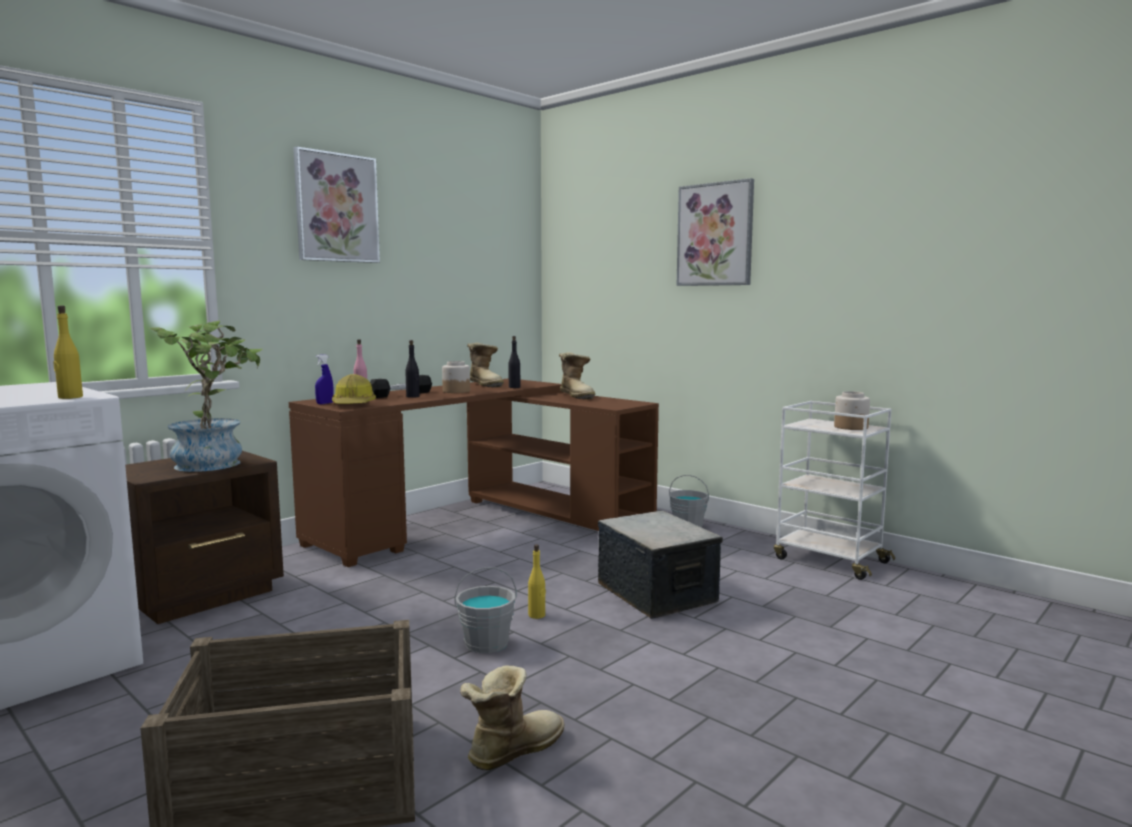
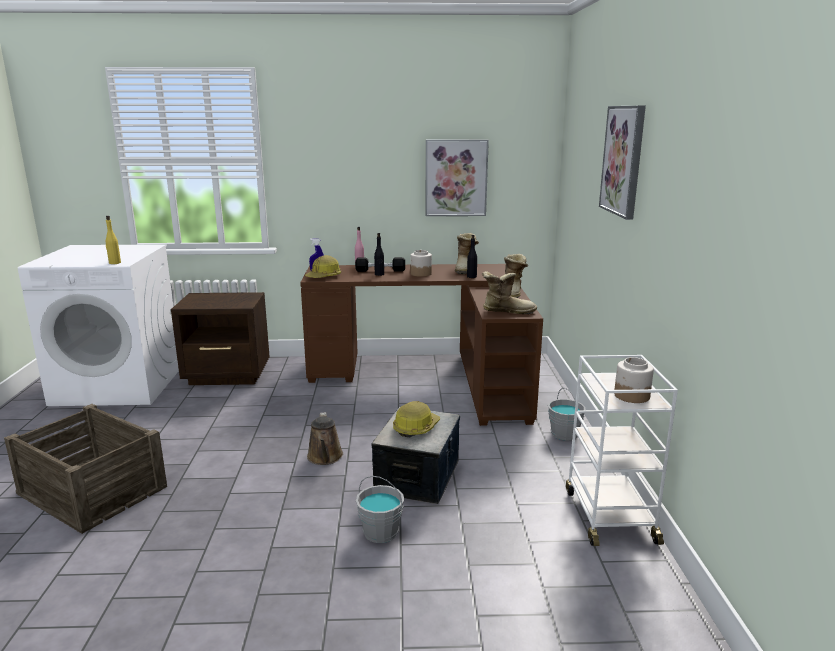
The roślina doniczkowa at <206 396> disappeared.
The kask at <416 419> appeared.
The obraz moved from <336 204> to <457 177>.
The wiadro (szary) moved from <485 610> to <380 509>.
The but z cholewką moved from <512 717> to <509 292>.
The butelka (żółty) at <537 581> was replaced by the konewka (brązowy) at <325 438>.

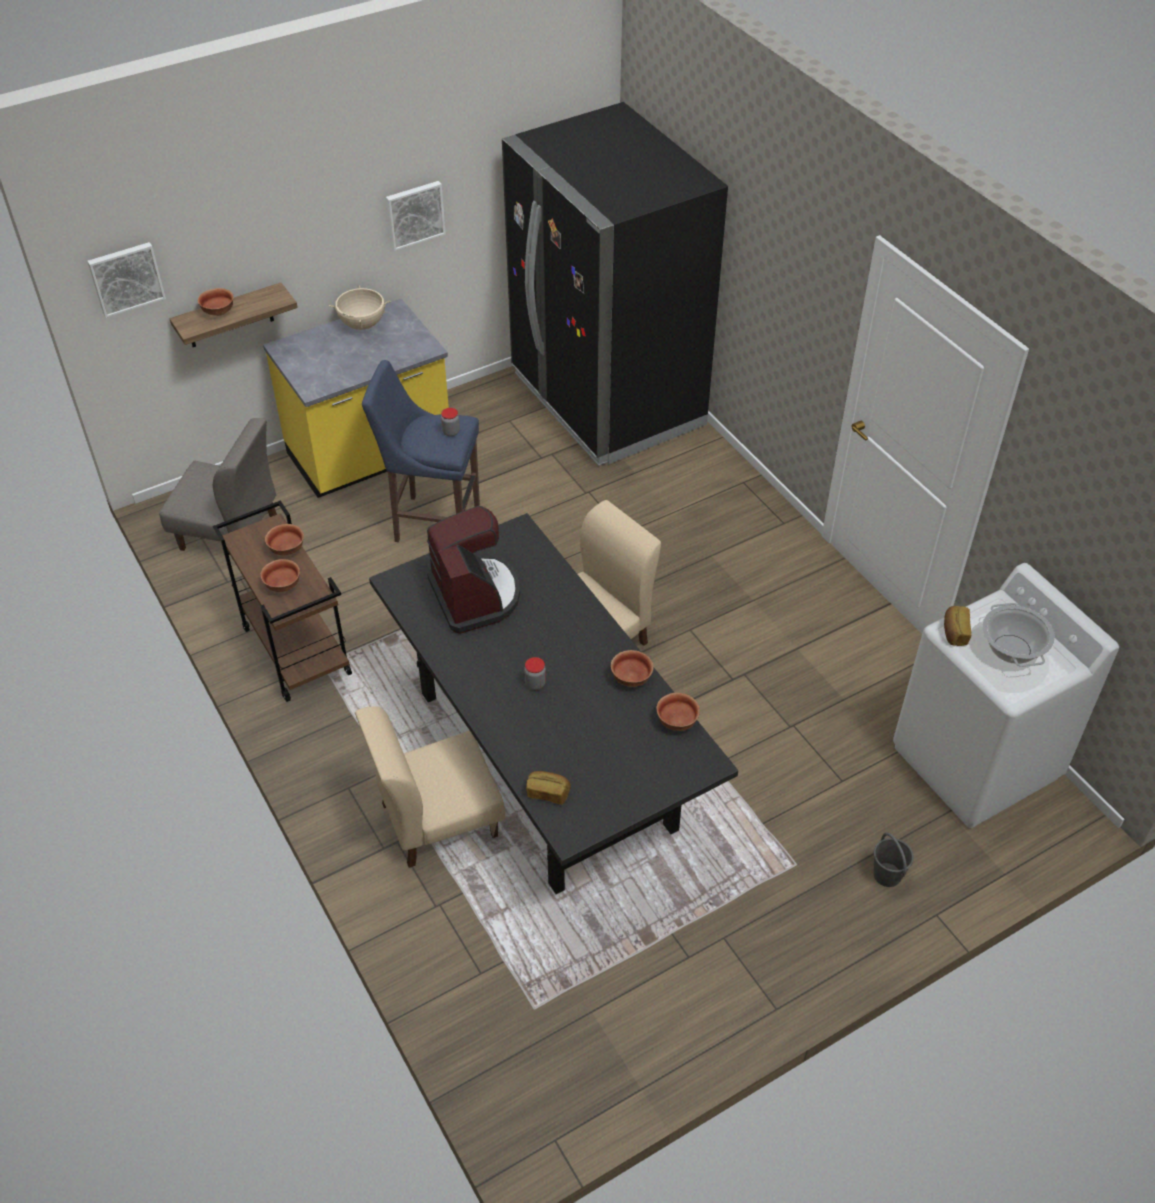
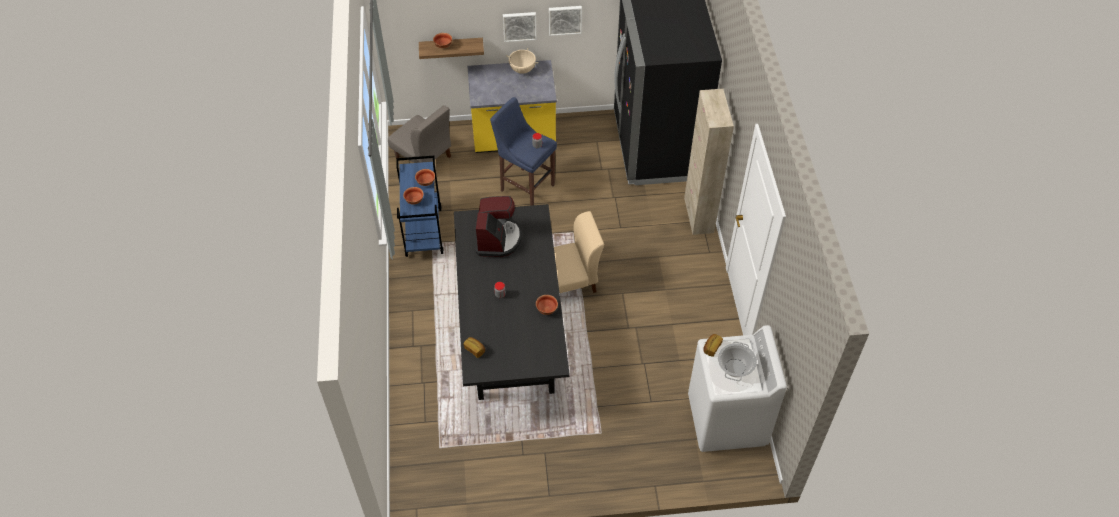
The krzesło (beżowy) at <430 787> disappeared.
The miska at <678 712> disappeared.
The wiadro (szary) at <894 859> disappeared.
The szafka (beżowy) at <709 162> appeared.
The obraz moved from <126 280> to <519 27>.
The wózek (brązowy) at <282 601> became the wózek (niebieski) at <420 206>.

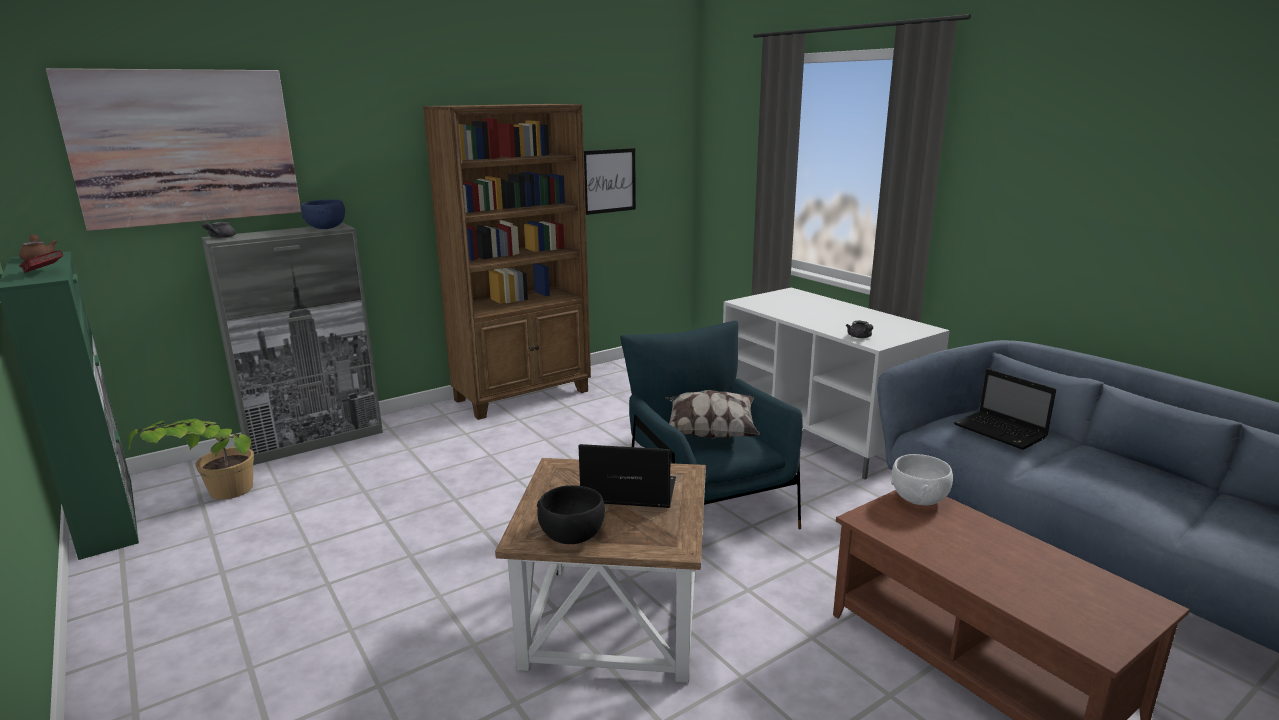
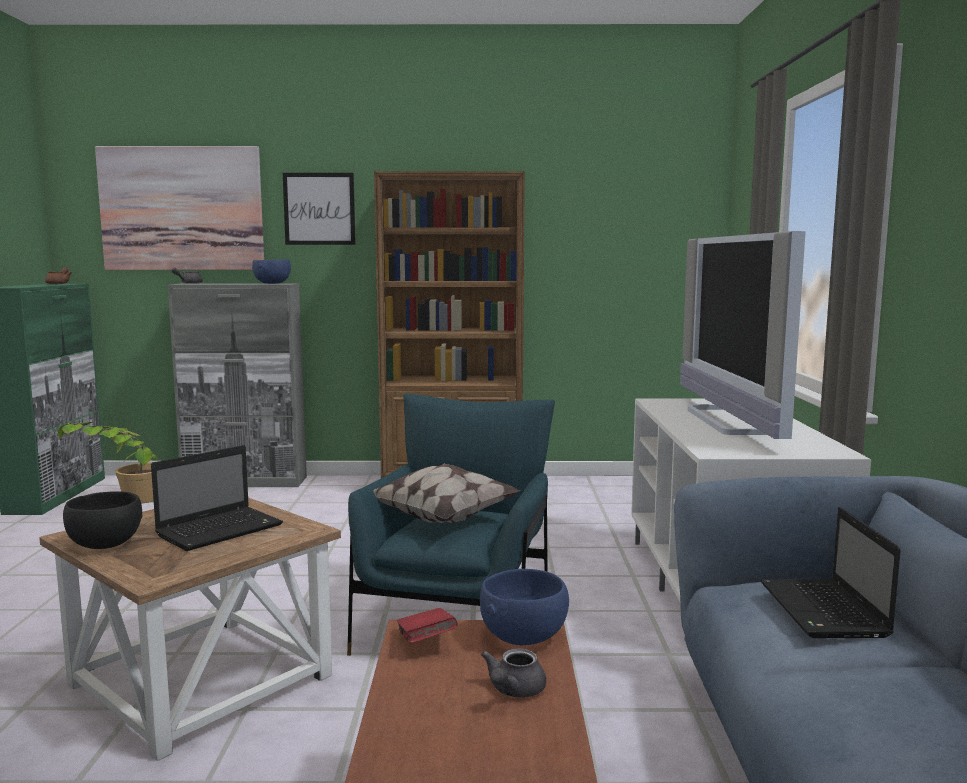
The telewizor at <743 335> appeared.
The książka (czerwony) moved from <41 261> to <427 626>.
The obraz moved from <610 181> to <319 209>.
The imbryk (szary) moved from <859 329> to <513 673>.
The miska (biały) at <921 480> became the miska (niebieski) at <524 607>.
The laptop at <627 476> turned 90 degrees clockwise.

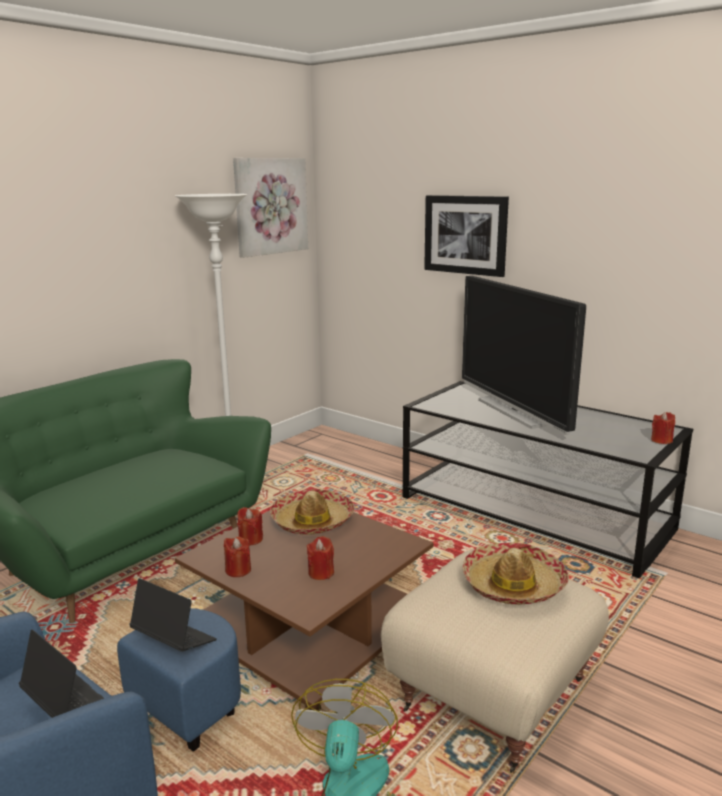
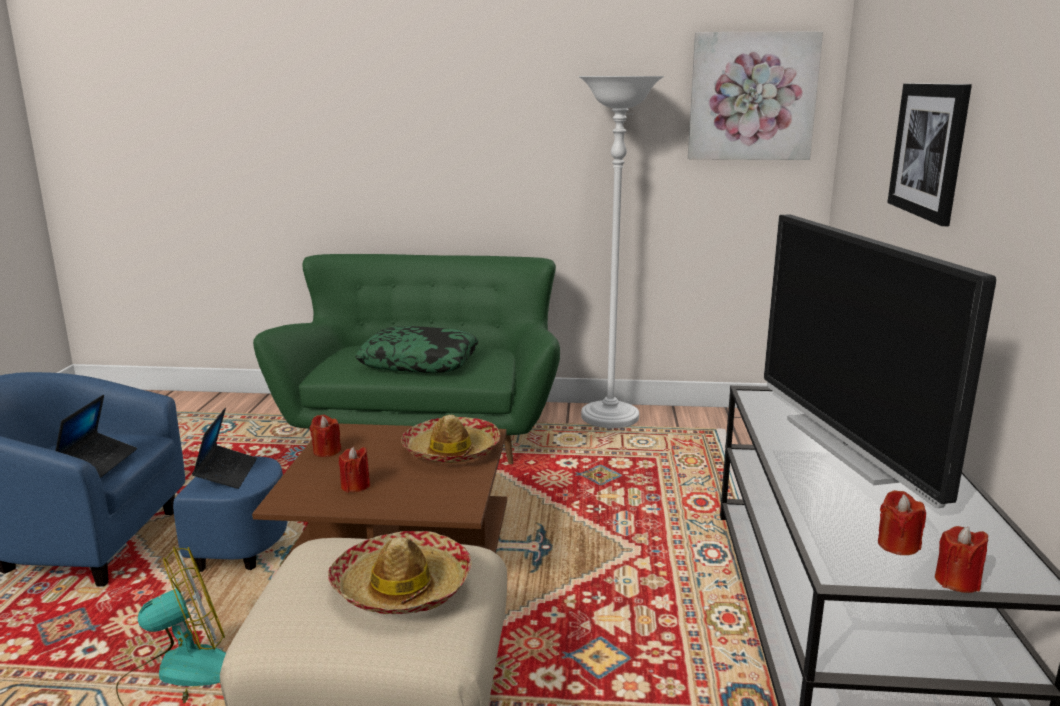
The poduszka at <417 349> appeared.
The świeca (czerwony) moved from <250 526> to <902 522>.
The telewizor at <524 355> turned 45 degrees counterclockwise.

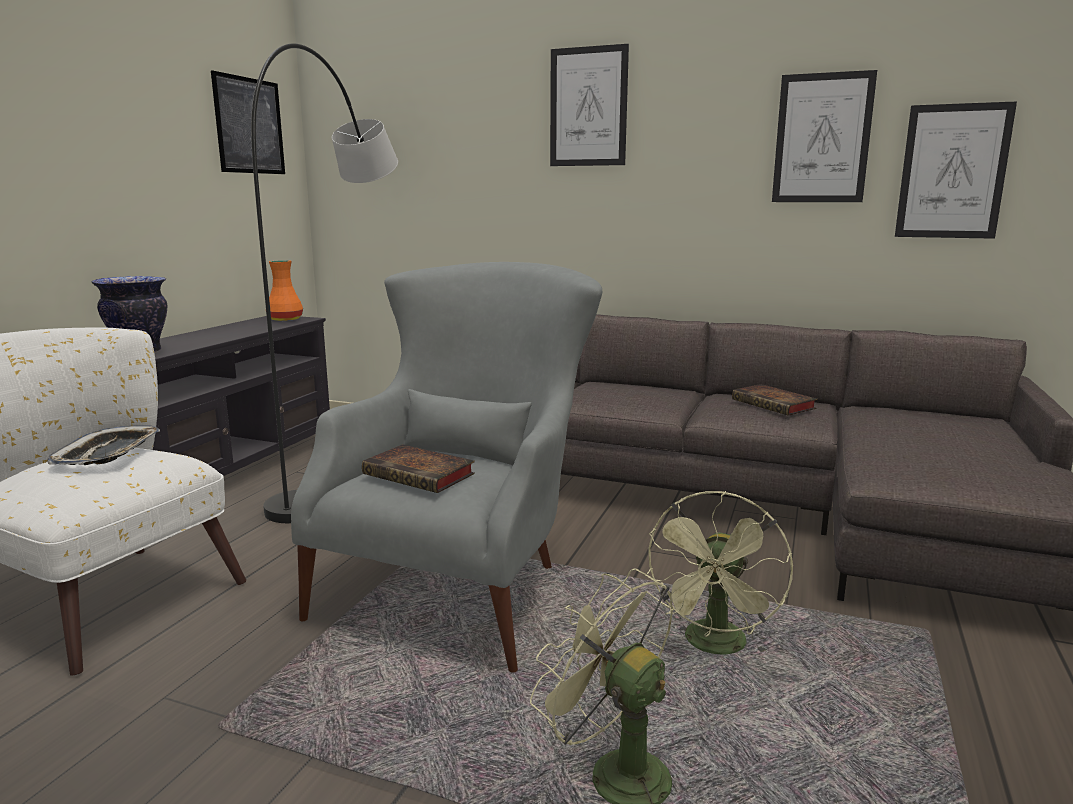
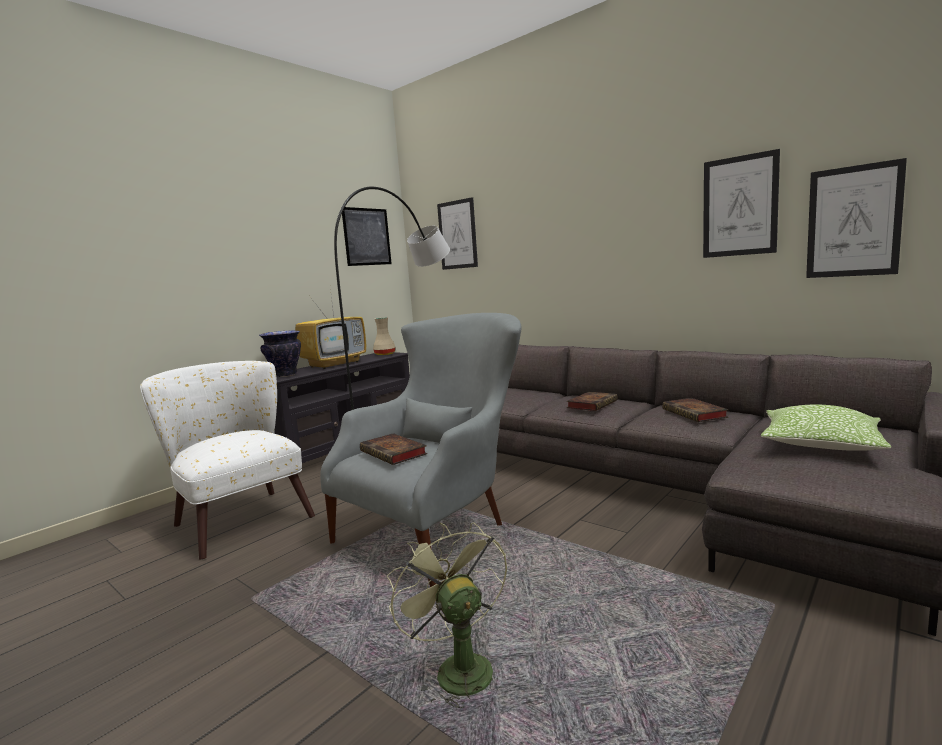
The taca at <104 445> disappeared.
The wentylator (zielony) at <719 573> disappeared.
The telewizor at <330 332> appeared.
The książka at <592 401> appeared.
The poduszka at <826 428> appeared.
The obraz moved from <589 105> to <457 233>.
The wazon (pomarańczowy) at <286 290> became the wazon (beżowy) at <384 336>.

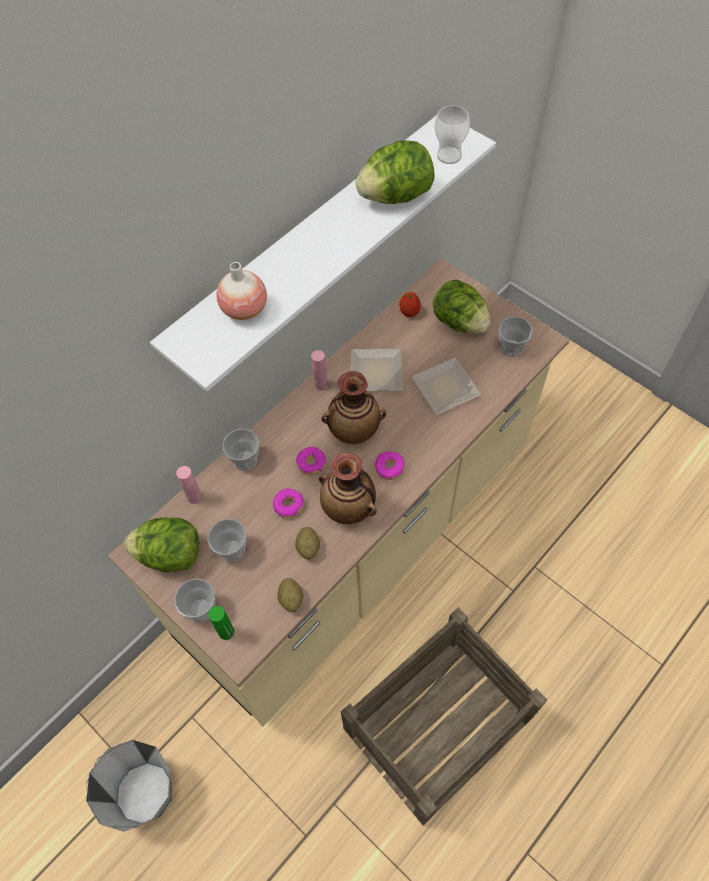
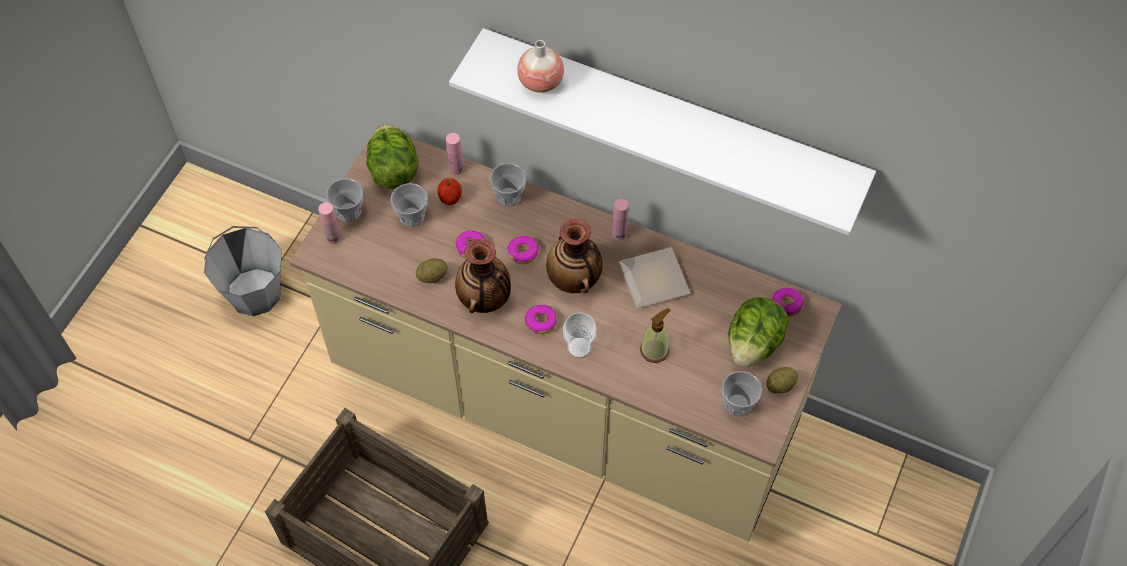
The sałata at <395 172> disappeared.
The donut at <788 302> appeared.
The ziemniak moved from <290 595> to <782 380>.
The jabłko moved from <410 304> to <450 191>.
The filiżanka moved from <452 134> to <580 336>.
The talerz at <446 386> was replaced by the dozownik mydła at <655 335>.
The butelka (zielony) at <221 623> became the butelka (różowy) at <329 223>.

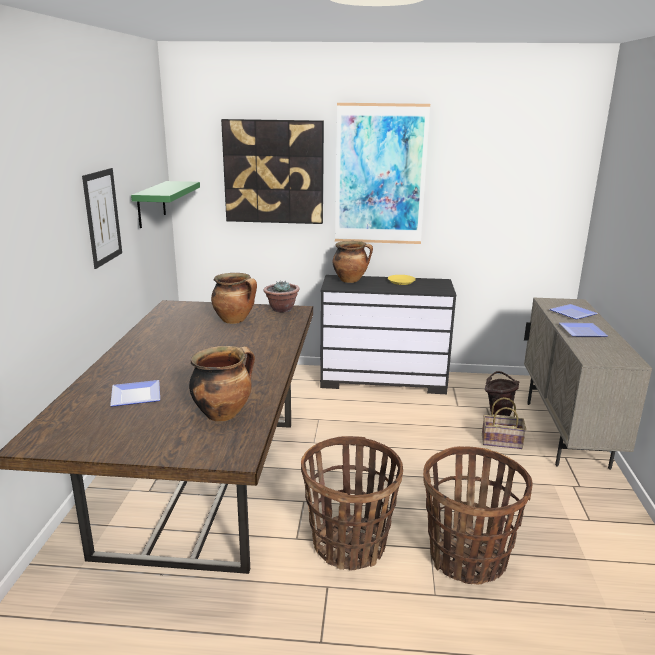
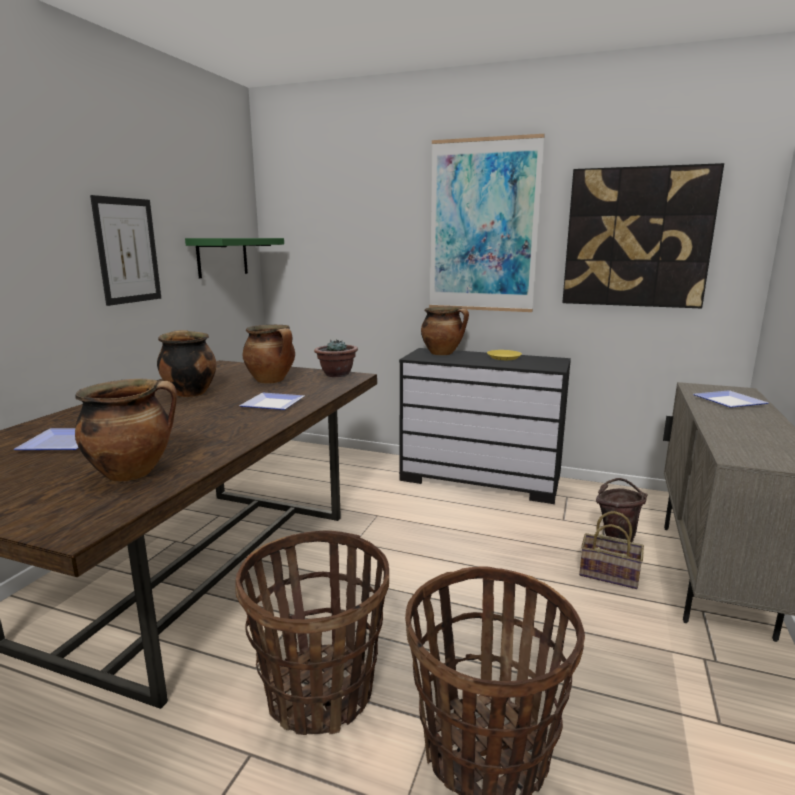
The garnek at <187 363> appeared.
The obraz moved from <272 171> to <643 235>.
The talerz moved from <583 330> to <271 401>.

